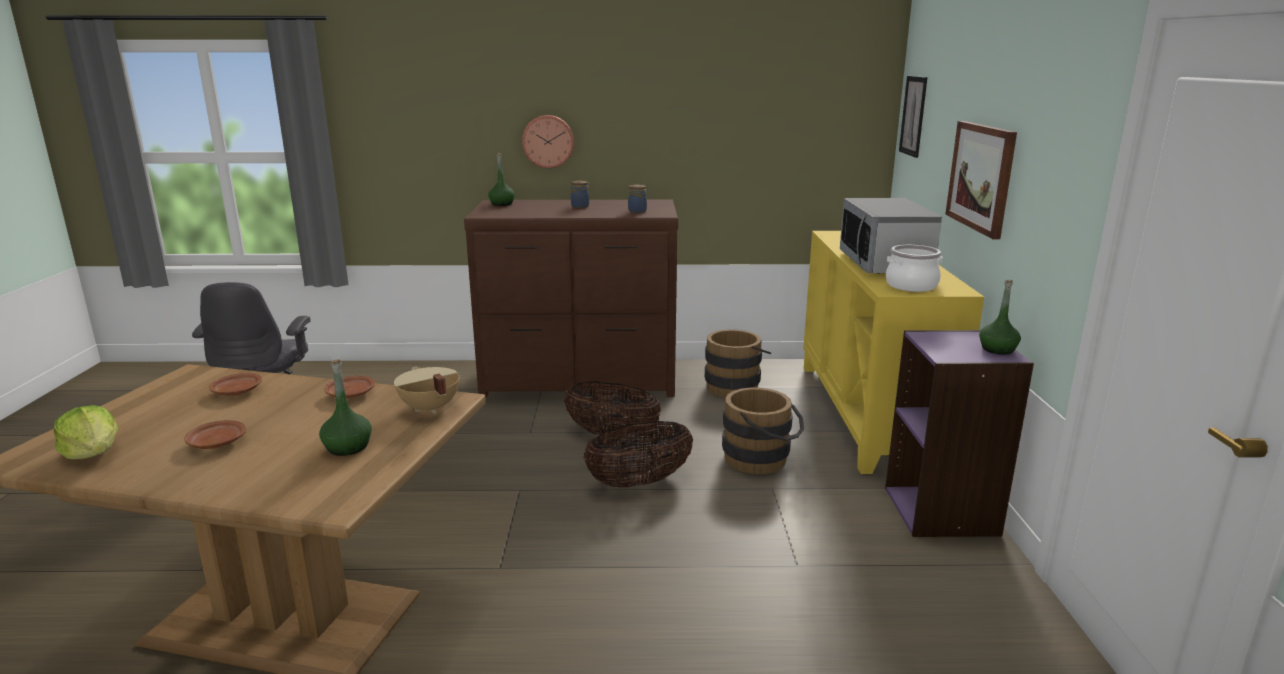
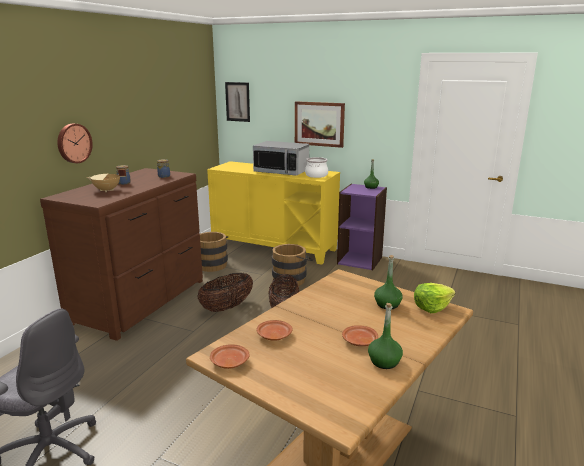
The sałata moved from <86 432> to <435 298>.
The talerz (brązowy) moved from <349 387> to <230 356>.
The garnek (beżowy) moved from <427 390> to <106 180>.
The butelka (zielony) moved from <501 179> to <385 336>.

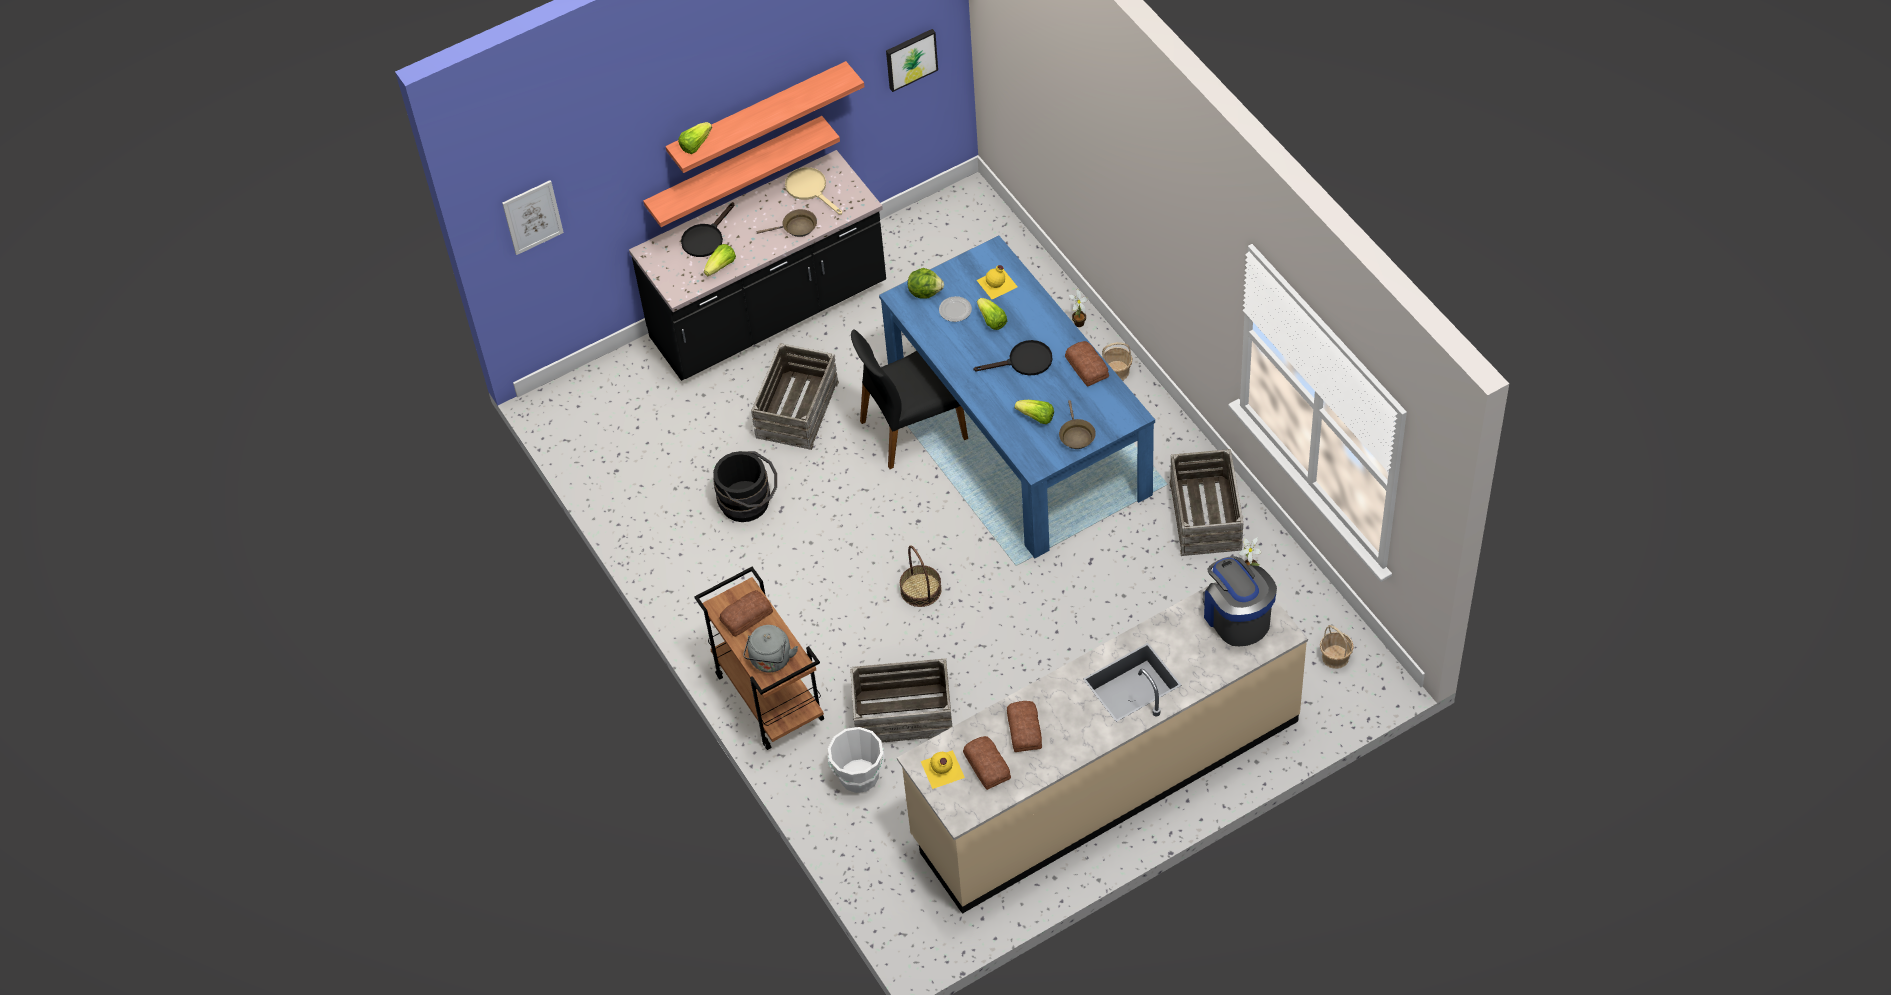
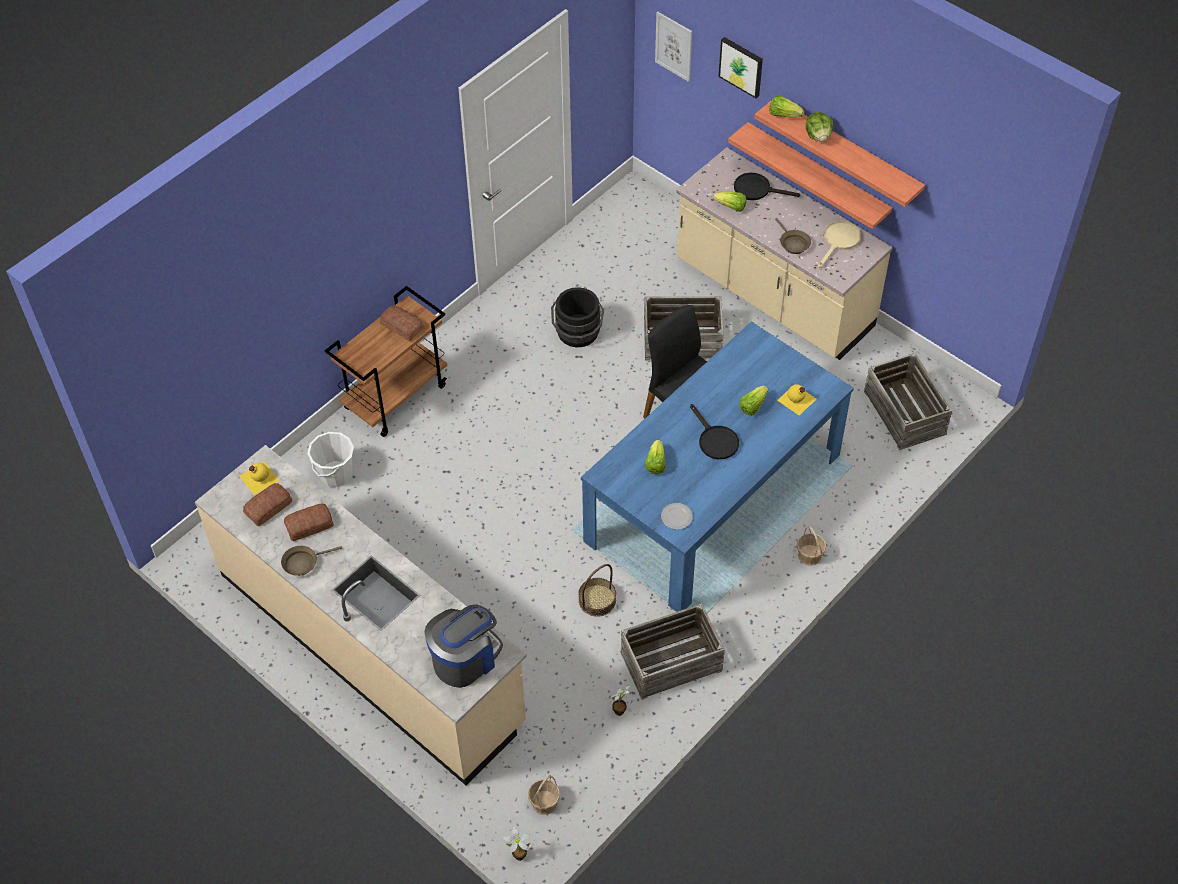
The czajnik (szary) at <770 649> disappeared.
The chleb at <1087 364> disappeared.
The skrzynka moved from <901 700> to <908 401>.
The obraz moved from <912 60> to <741 67>.
The koszyk moved from <921 576> to <597 590>.
The sałata moved from <926 283> to <819 127>.
The talerz moved from <955 309> to <677 516>.
The patelnia (brązowy) moved from <1077 424> to <311 561>.
The roślina doniczkowa moved from <1078 307> to <516 844>.
The zabudowa kuchenna (czarny) at <757 265> became the zabudowa kuchenna (beżowy) at <784 253>.

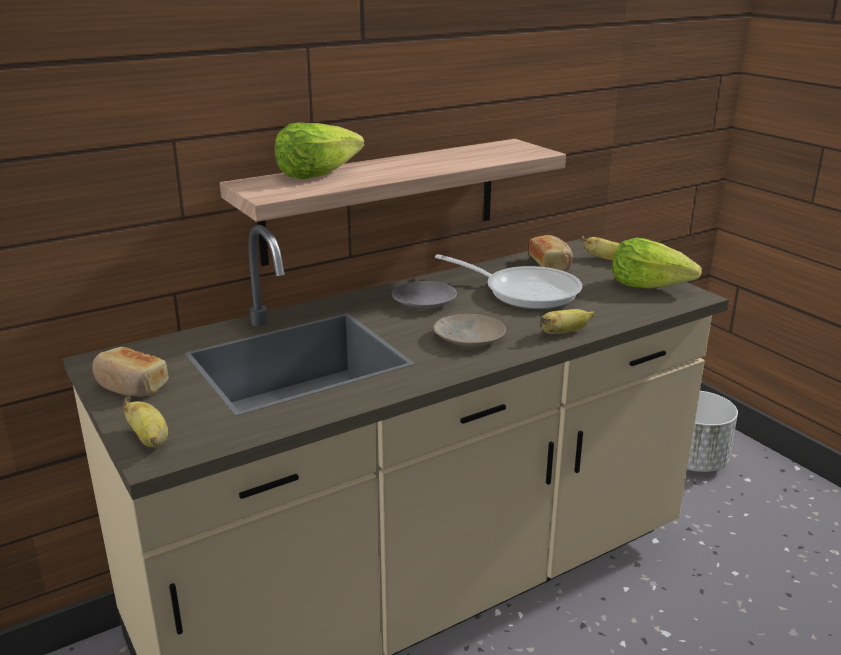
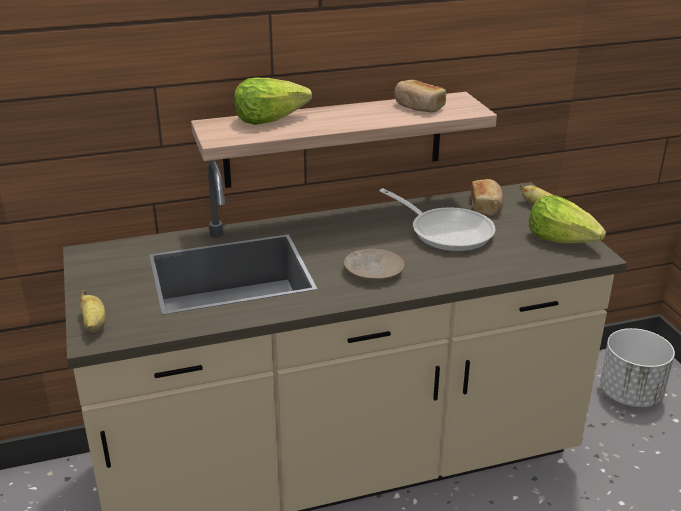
The talerz (szary) at <424 294> disappeared.
The banan at <567 321> disappeared.
The chleb moved from <130 372> to <420 96>.

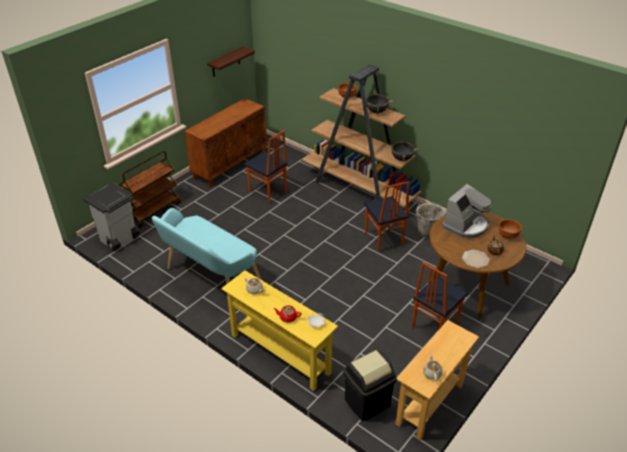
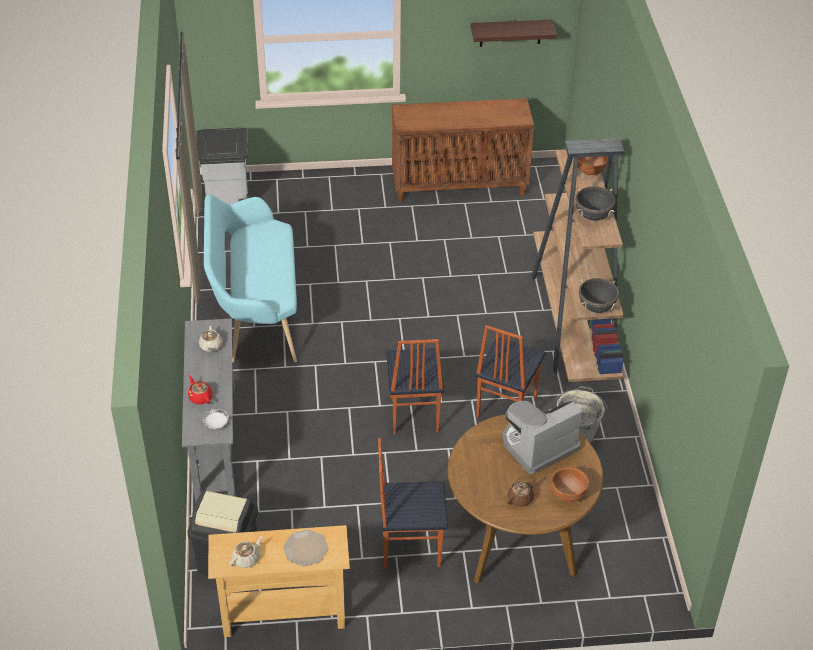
The wózek (brązowy) at <149 189> disappeared.
The krzesło moved from <265 166> to <415 386>.
The talerz moved from <476 258> to <306 547>.
The stolik konsolowy (żółty) at <279 330> became the stolik konsolowy (szary) at <209 410>.
The ekspres do kawy at <467 211> turned 150 degrees clockwise.

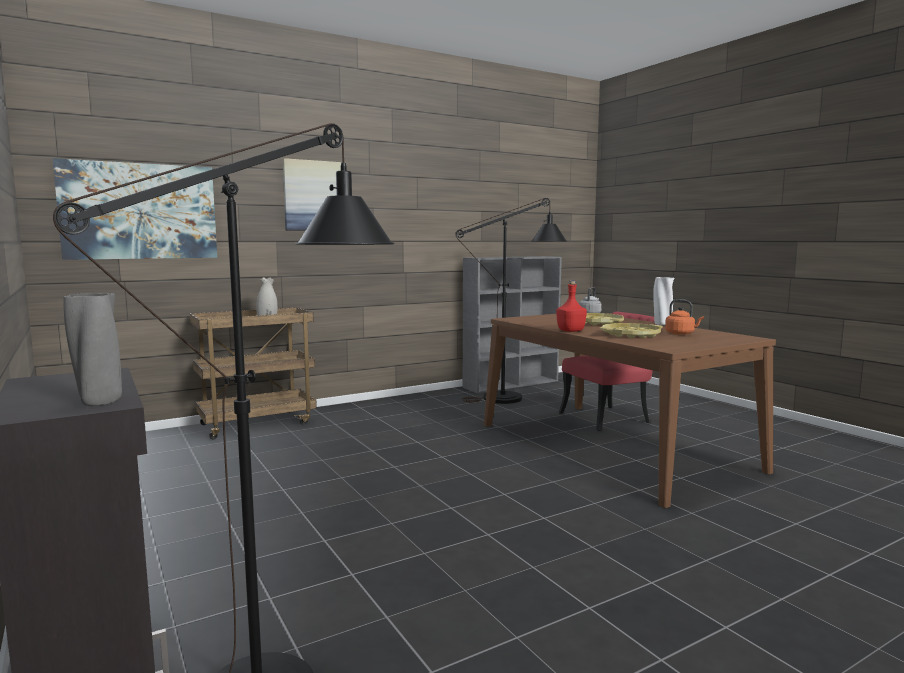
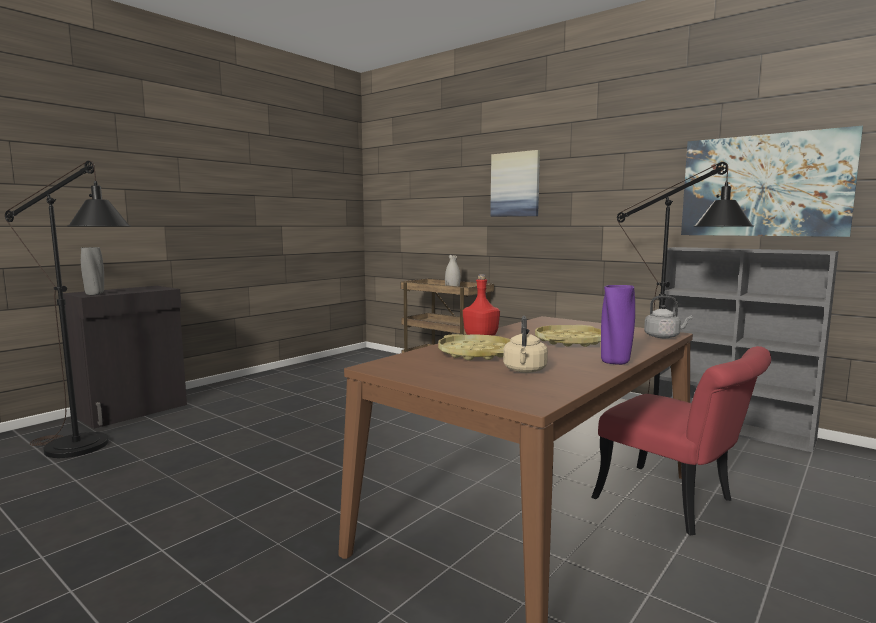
The obraz moved from <134 209> to <772 181>.
The wazon (biały) at <663 301> became the wazon (fioletowy) at <618 325>.
The czajnik (pomarańczowy) at <684 317> became the czajnik (beżowy) at <525 344>.

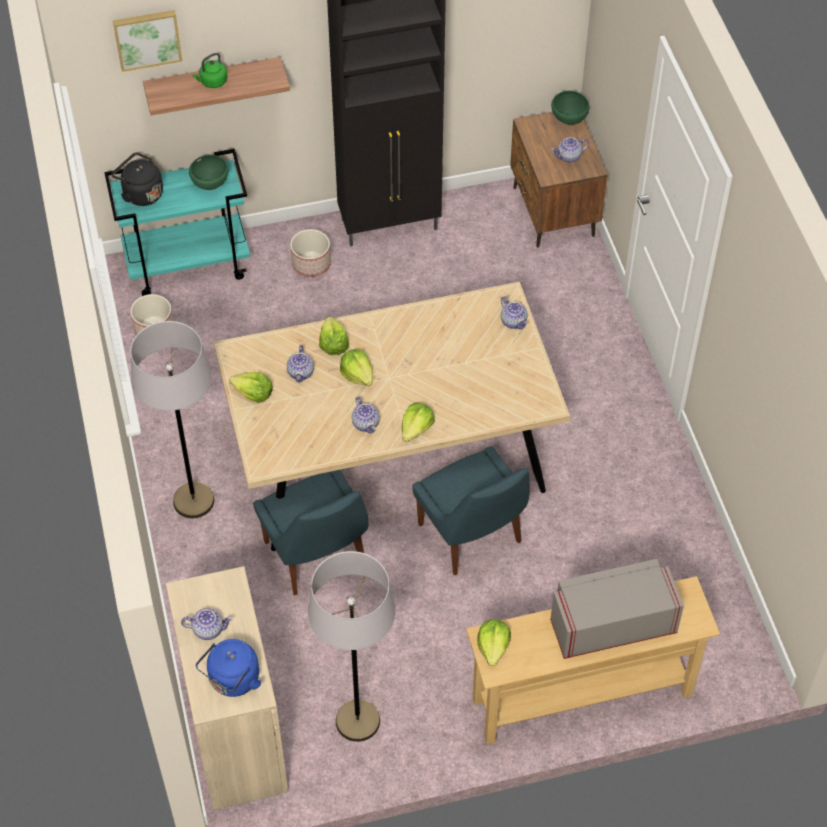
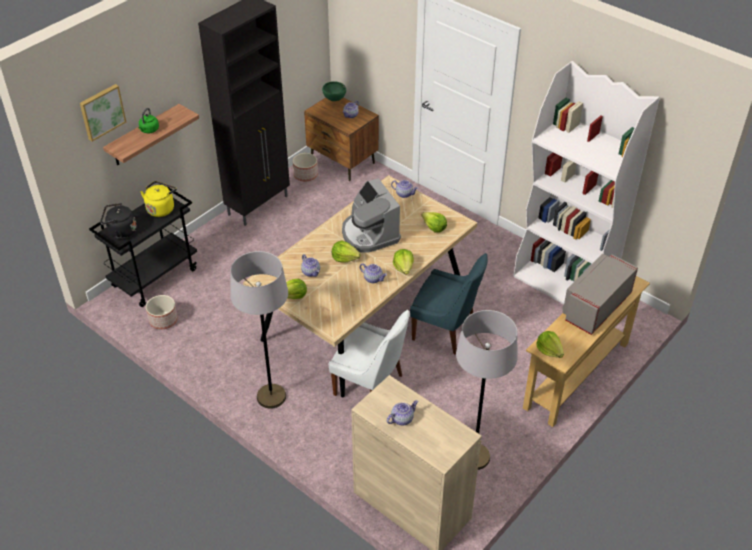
The czajnik (niebieski) at <229 668> disappeared.
The ekspres do kawy at <371 215> appeared.
The regał (biały) at <586 182> appeared.
The donica moved from <310 253> to <305 167>.
The sałata moved from <334 336> to <434 222>.
The miska (zielony) at <209 172> was replaced by the czajnik (żółty) at <159 199>.
The wózek (turkusowy) at <177 222> became the wózek (czarny) at <143 246>.
The krzesło (niebieski) at <311 532> became the krzesło (biały) at <369 353>.

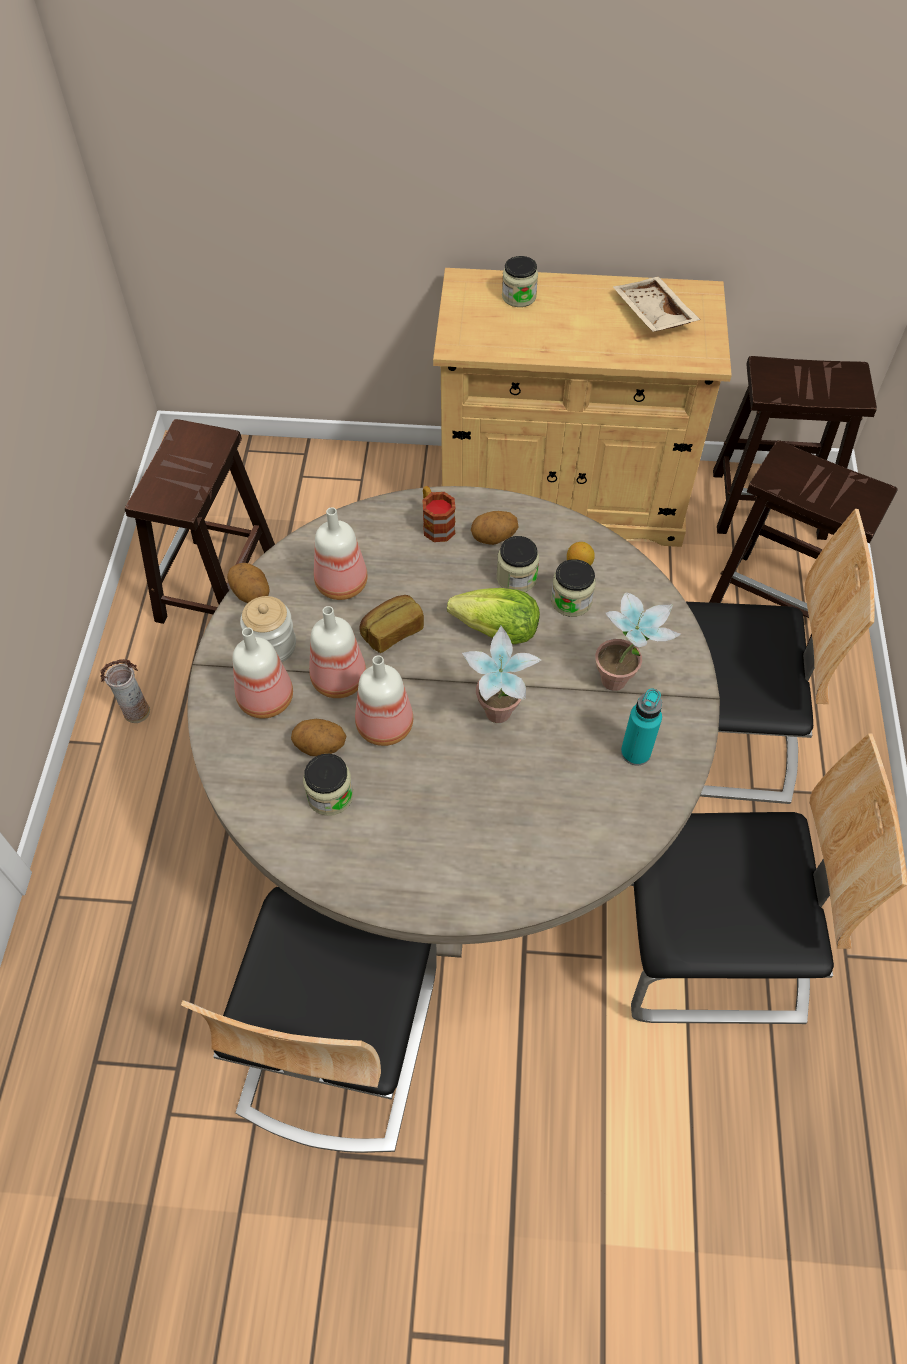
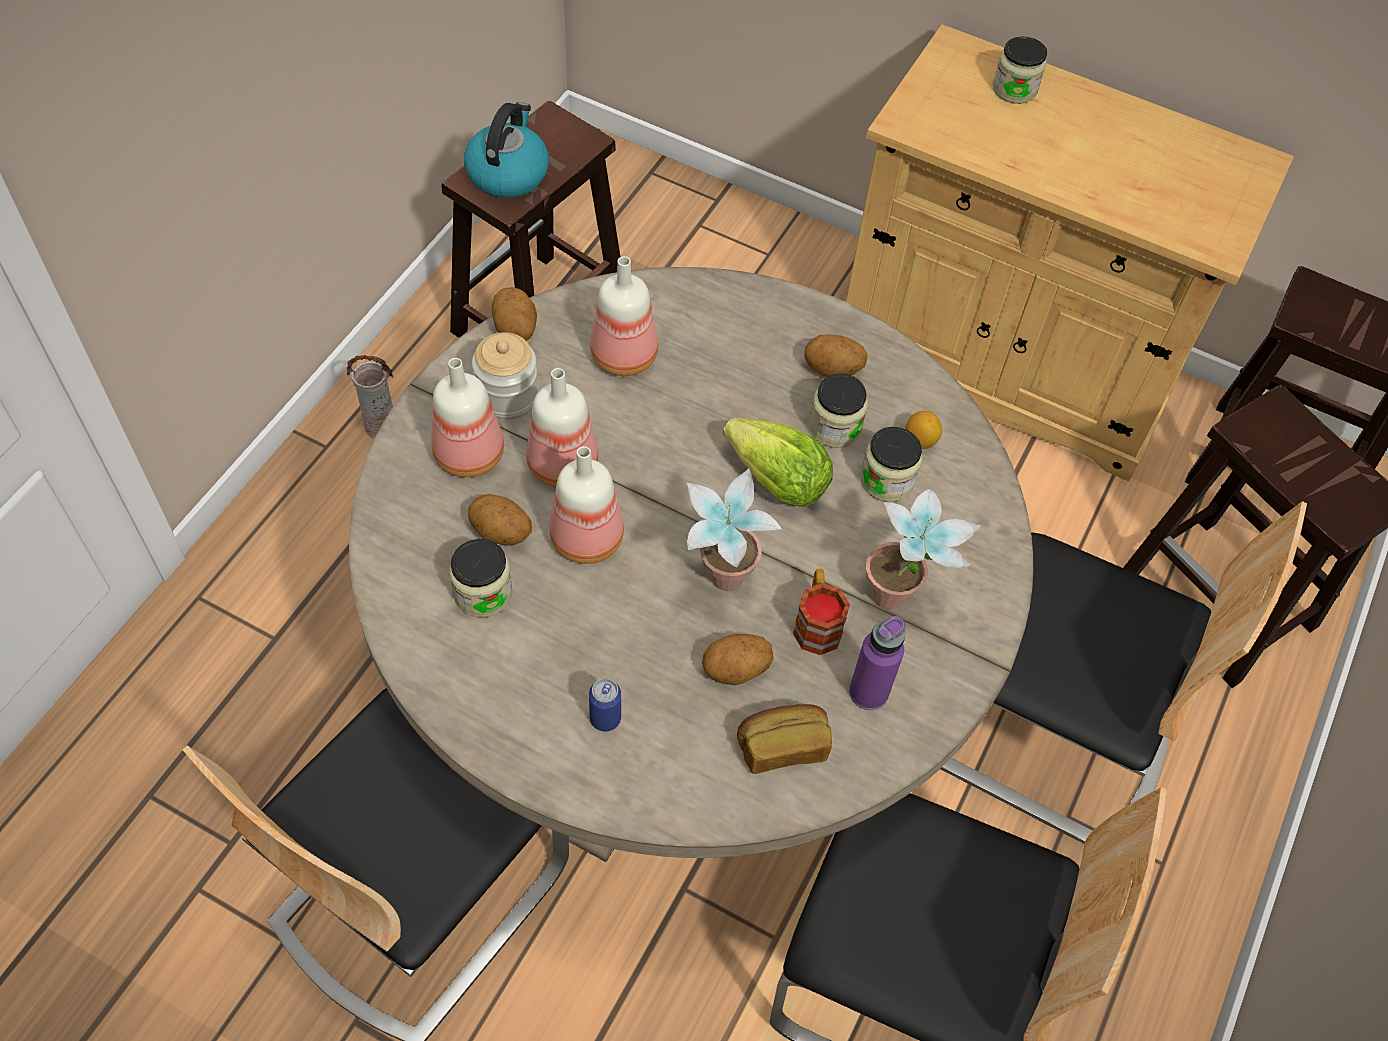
The taca (beżowy) at <656 304> disappeared.
The czajnik at <506 150> appeared.
The puszka at <605 704> appeared.
The ziemniak at <738 659> appeared.
The chleb moved from <391 624> to <784 739>.
The kubek moved from <438 514> to <821 612>.
The butelka (turkusowy) at <641 727> became the butelka (fioletowy) at <877 663>.

